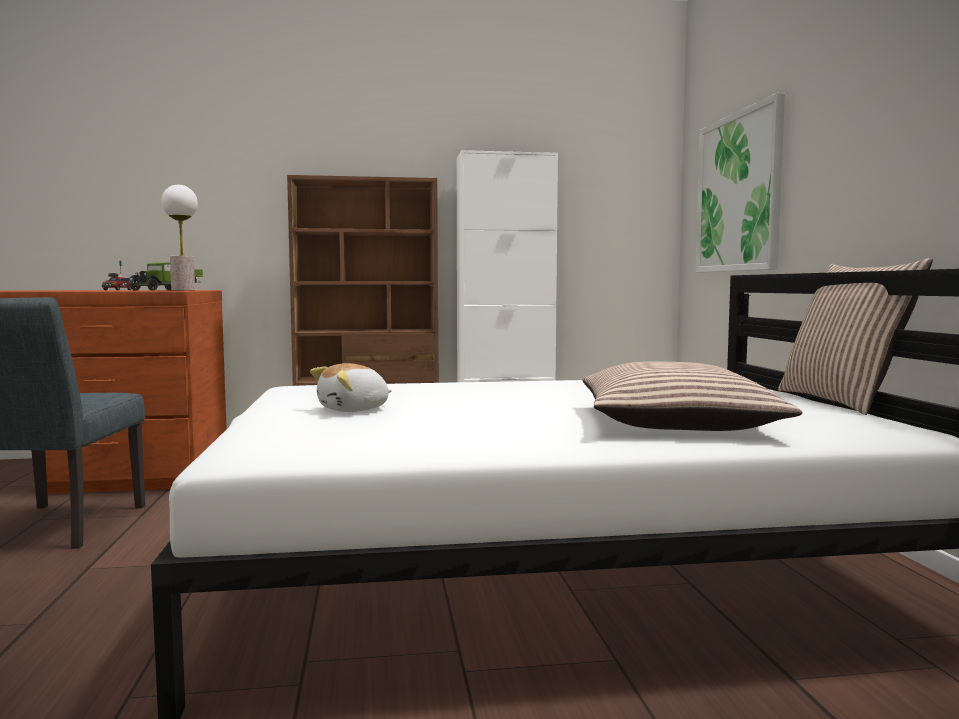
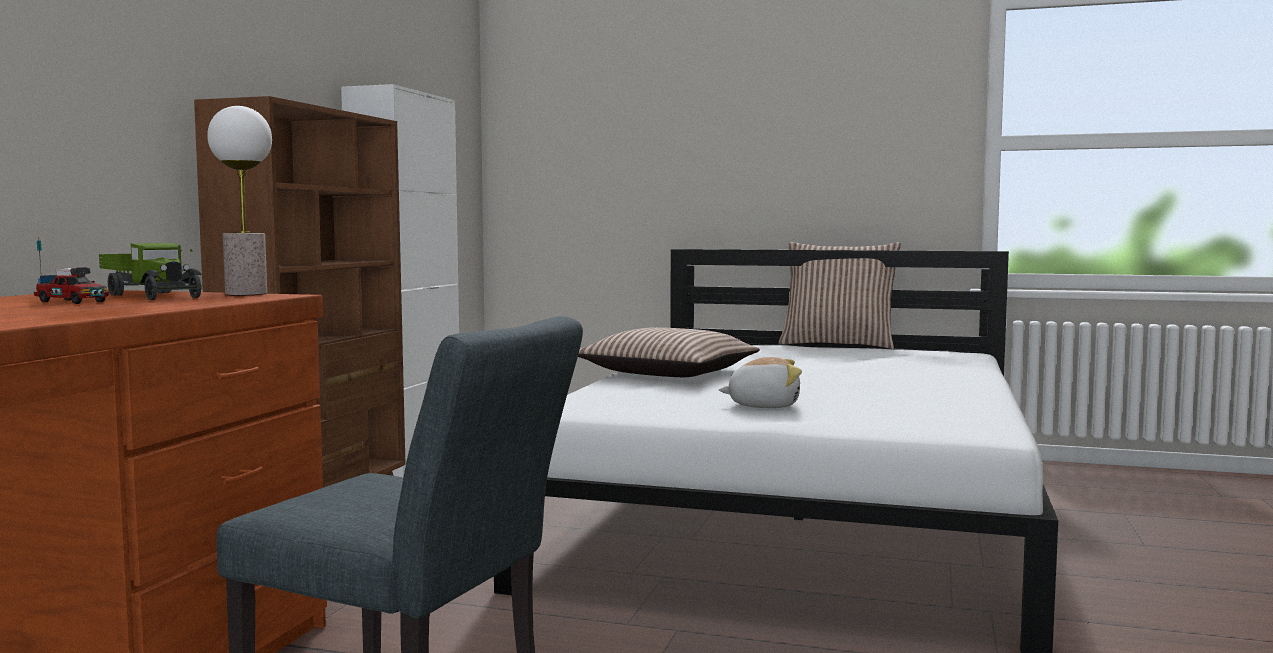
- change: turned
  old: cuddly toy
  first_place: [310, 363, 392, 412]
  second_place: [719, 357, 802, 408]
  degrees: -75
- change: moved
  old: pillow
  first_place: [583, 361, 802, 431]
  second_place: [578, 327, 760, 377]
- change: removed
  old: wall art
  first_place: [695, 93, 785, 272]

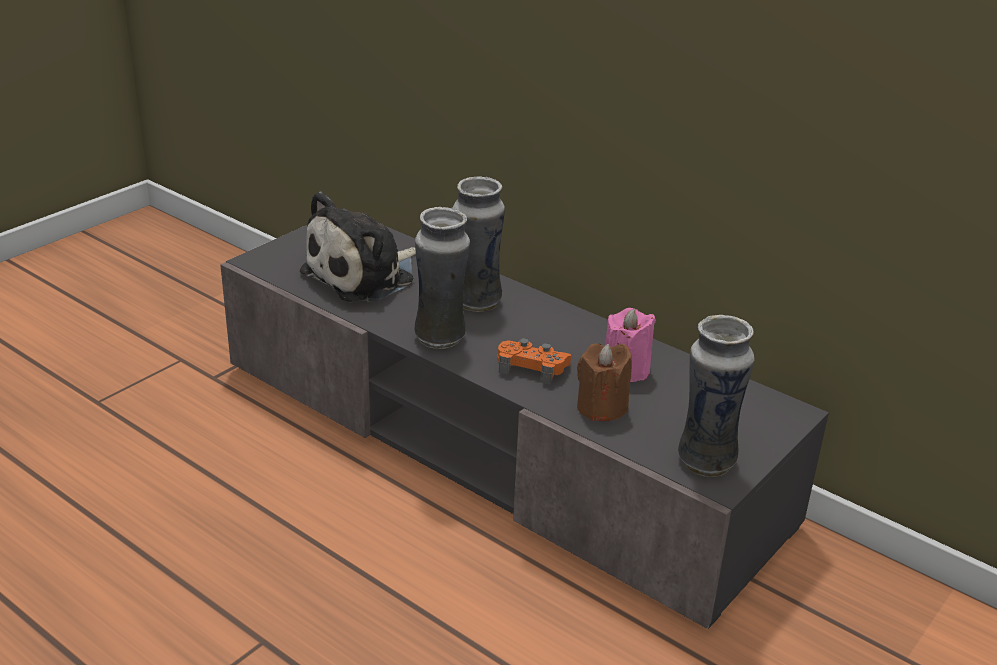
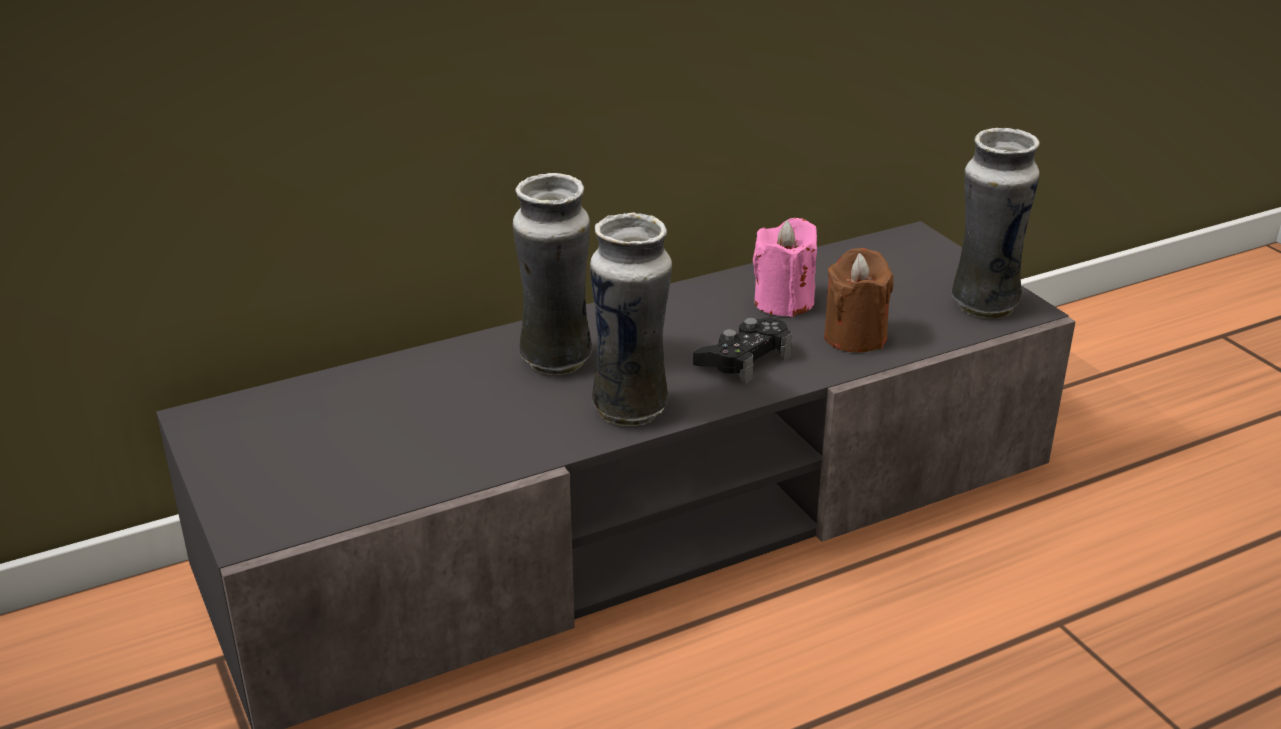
- change: removed
  old: cuddly toy
  first_place: [300, 191, 416, 302]
- change: recoloured
  old: orange gamepad
  new: blackish gamepad
  first_place: [497, 338, 571, 385]
  second_place: [693, 317, 792, 385]

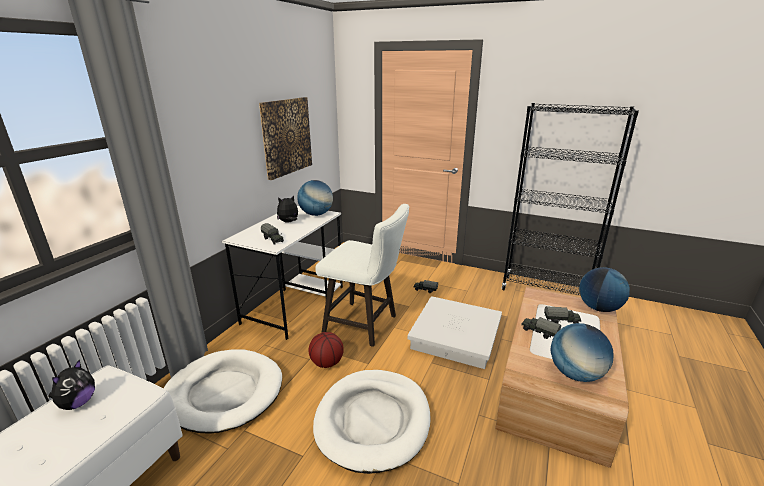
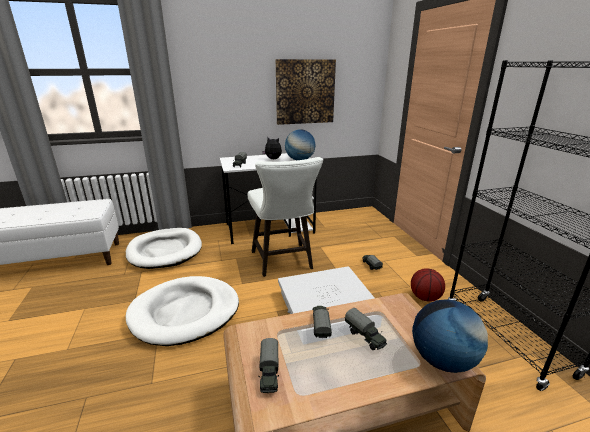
- change: removed
  old: cuddly toy
  first_place: [49, 359, 95, 410]
- change: moved
  old: basketball ball
  first_place: [309, 332, 344, 368]
  second_place: [411, 268, 445, 302]
- change: replaced
  old: desk globe
  new: toy lorry
  first_place: [550, 323, 613, 382]
  second_place: [258, 338, 279, 393]

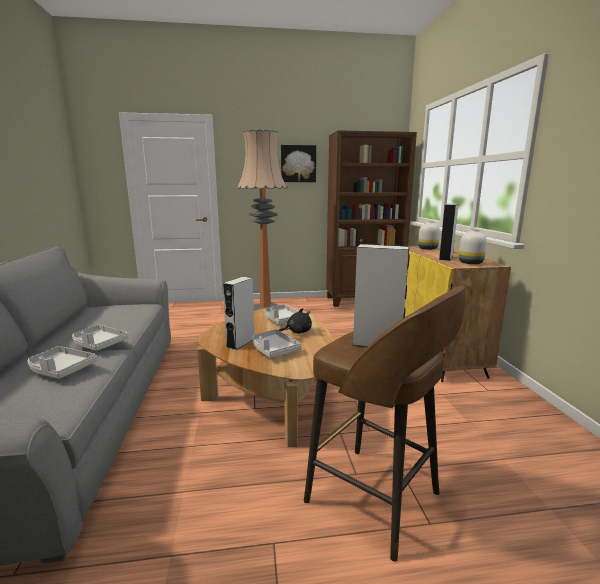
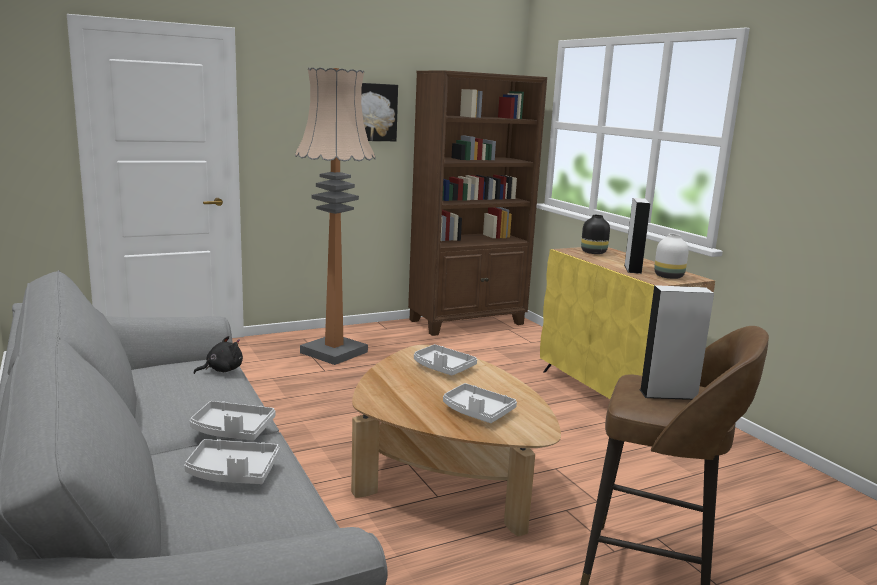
- change: removed
  old: gray speaker
  first_place: [223, 277, 254, 350]
- change: moved
  old: blackish cuddly toy
  first_place: [279, 308, 312, 334]
  second_place: [193, 336, 243, 374]
- change: recoloured
  old: white-coloured vase
  new: blackish vase
  first_place: [418, 221, 440, 250]
  second_place: [581, 215, 610, 254]

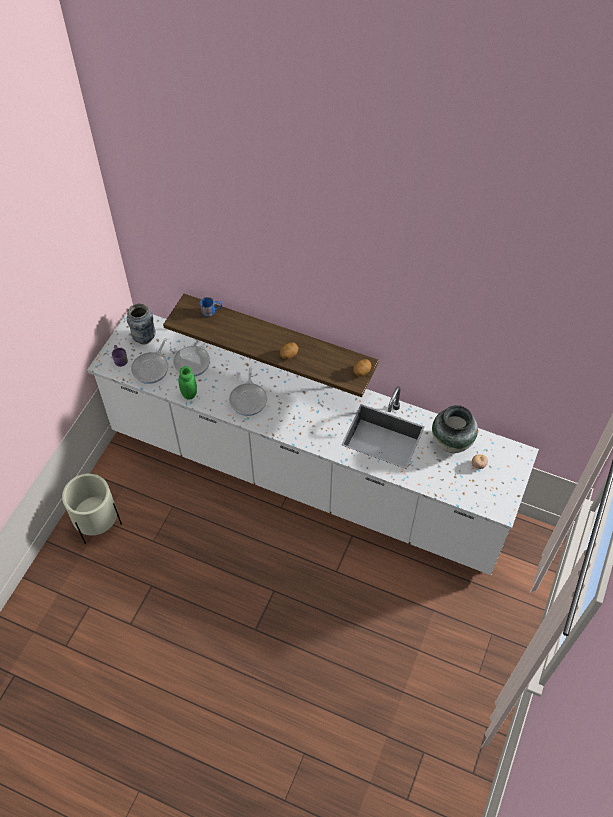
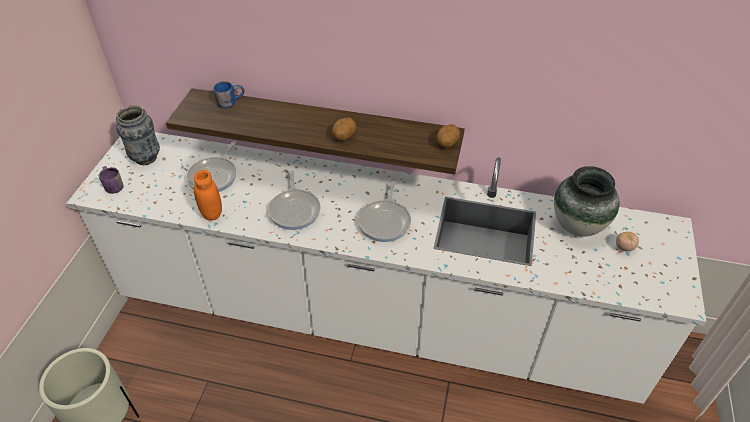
- change: moved
  old: pan
  first_place: [131, 338, 168, 384]
  second_place: [358, 181, 411, 242]
- change: recoloured
  old: green-coloured jar
  new: orange jar
  first_place: [178, 366, 197, 400]
  second_place: [194, 170, 222, 221]

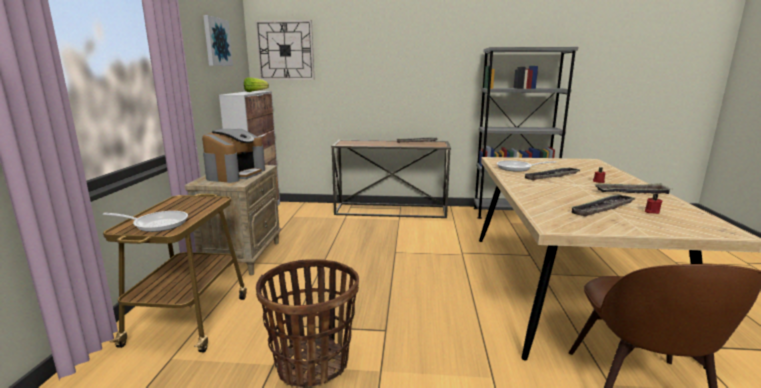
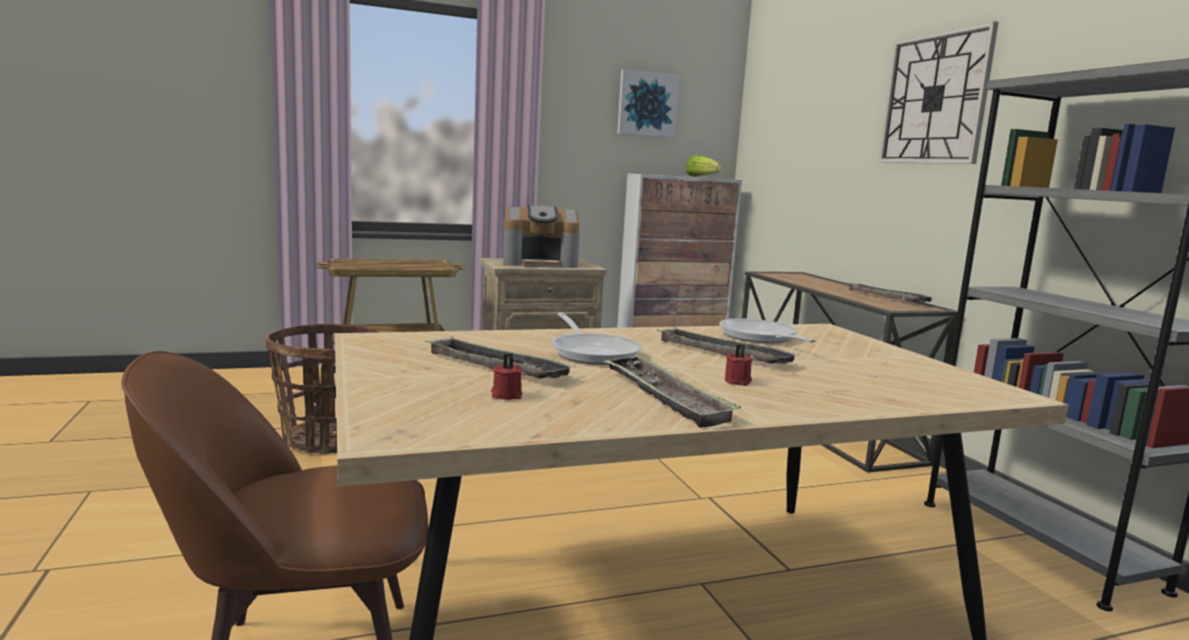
- change: moved
  old: pan
  first_place: [103, 211, 188, 232]
  second_place: [552, 313, 642, 365]
- change: moved
  old: clock on the wall
  first_place: [255, 20, 315, 80]
  second_place: [879, 21, 999, 164]

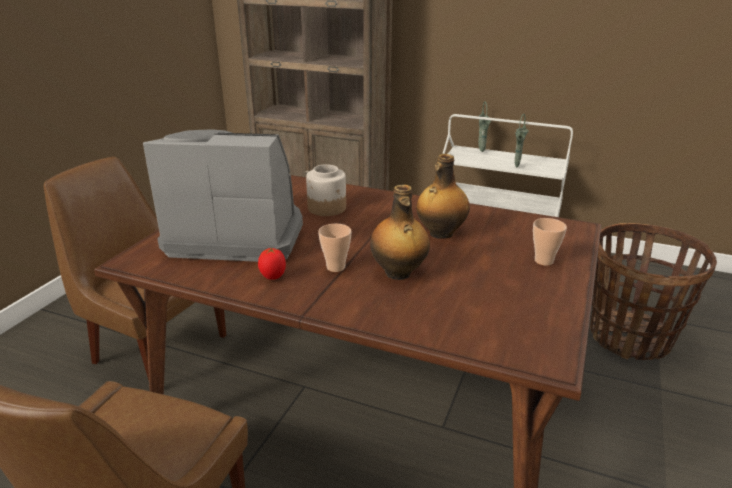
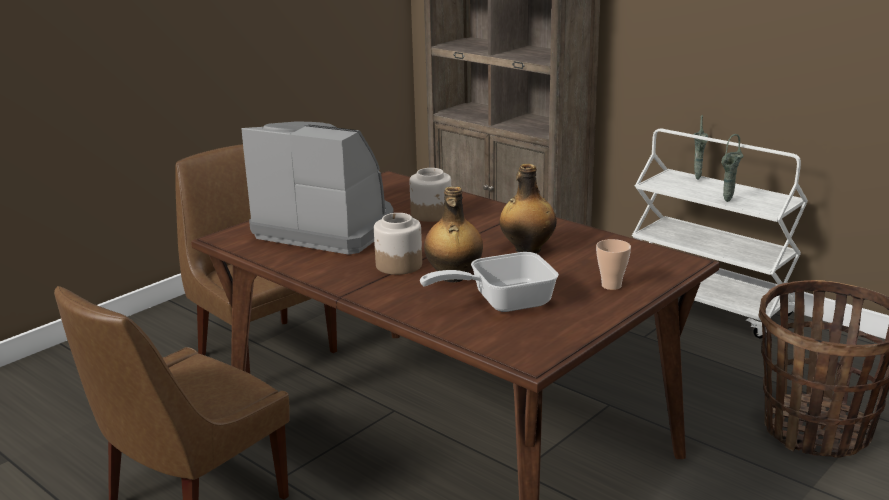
- change: removed
  old: tomato
  first_place: [258, 248, 286, 280]
- change: replaced
  old: cup
  new: jar
  first_place: [318, 224, 352, 272]
  second_place: [374, 213, 422, 275]
- change: added
  new: pan
  second_place: [420, 252, 559, 312]

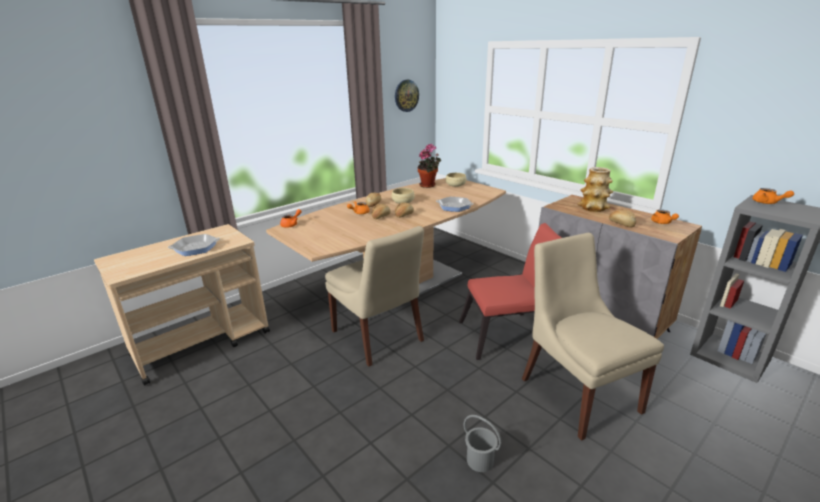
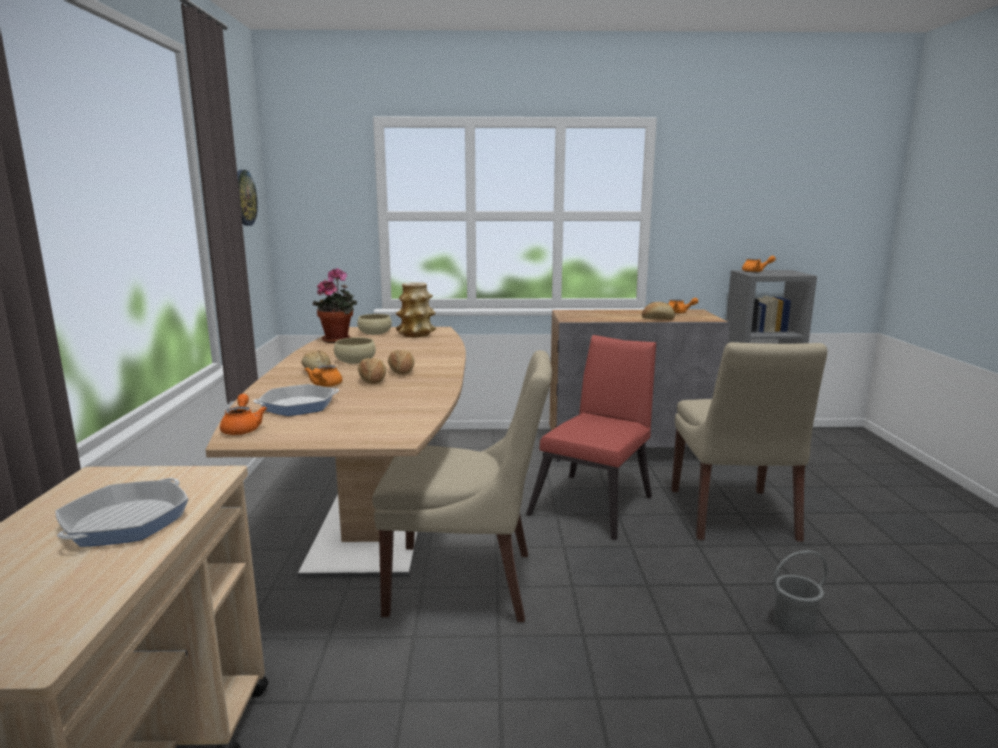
- change: moved
  old: pan
  first_place: [436, 197, 474, 212]
  second_place: [253, 384, 339, 416]
- change: turned
  old: beige plain chair
  first_place: [522, 233, 664, 441]
  second_place: [671, 342, 827, 542]
  degrees: -105
- change: moved
  old: vase
  first_place: [578, 167, 614, 212]
  second_place: [396, 282, 436, 337]

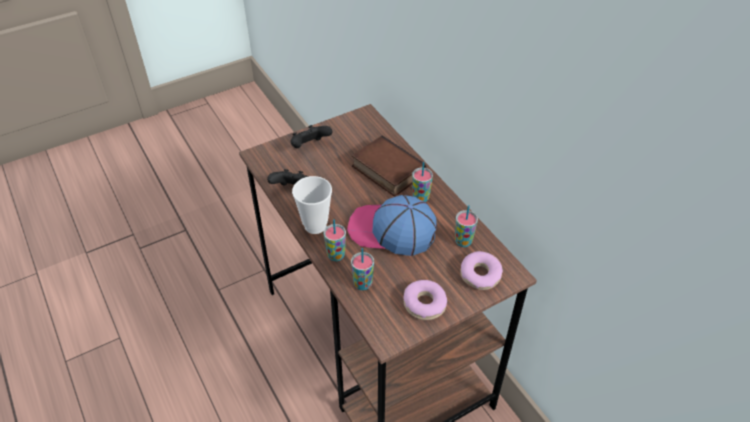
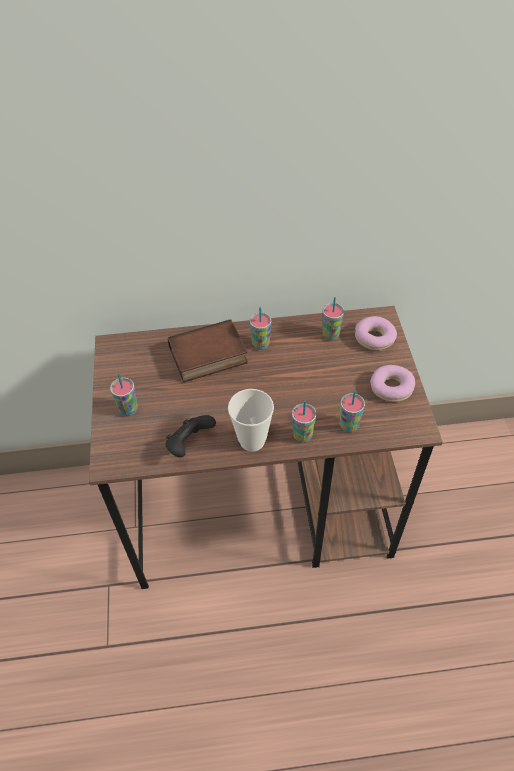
- change: replaced
  old: blackish gamepad
  new: cup
  first_place: [290, 125, 332, 148]
  second_place: [110, 374, 138, 416]
- change: removed
  old: peaked cap
  first_place: [347, 195, 437, 256]

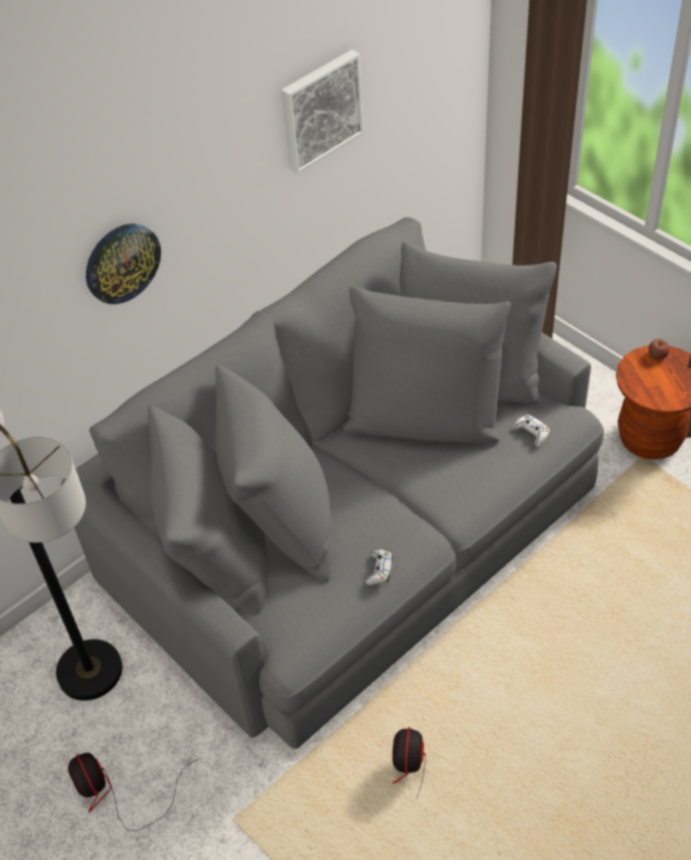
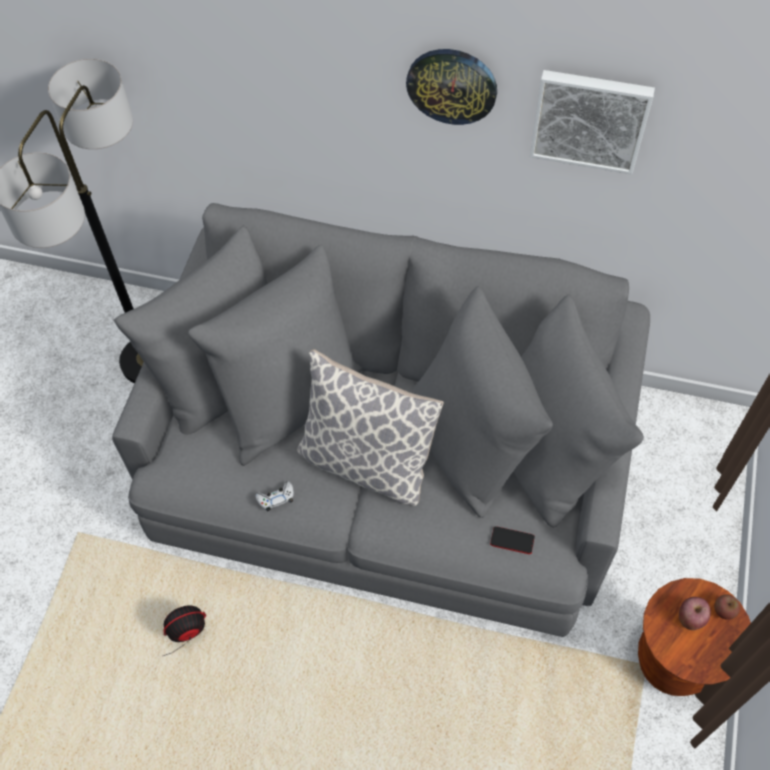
- change: removed
  old: fan
  first_place: [68, 753, 198, 831]
- change: moved
  old: clock on the wall
  first_place: [86, 223, 161, 304]
  second_place: [406, 49, 497, 125]
- change: replaced
  old: white-coloured gamepad
  new: handset
  first_place: [513, 415, 549, 447]
  second_place: [490, 526, 535, 554]
- change: added
  new: pillow
  second_place: [297, 349, 444, 506]
- change: added
  new: apple fruit
  second_place: [679, 597, 711, 630]

